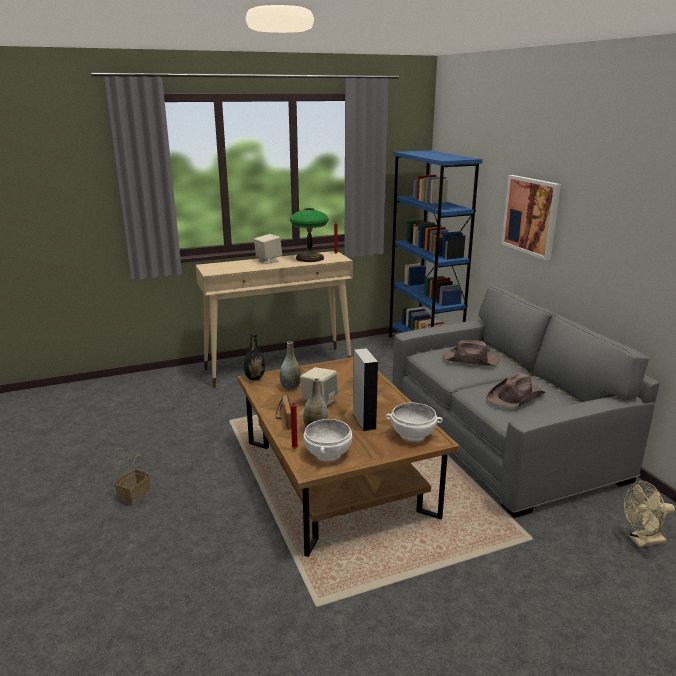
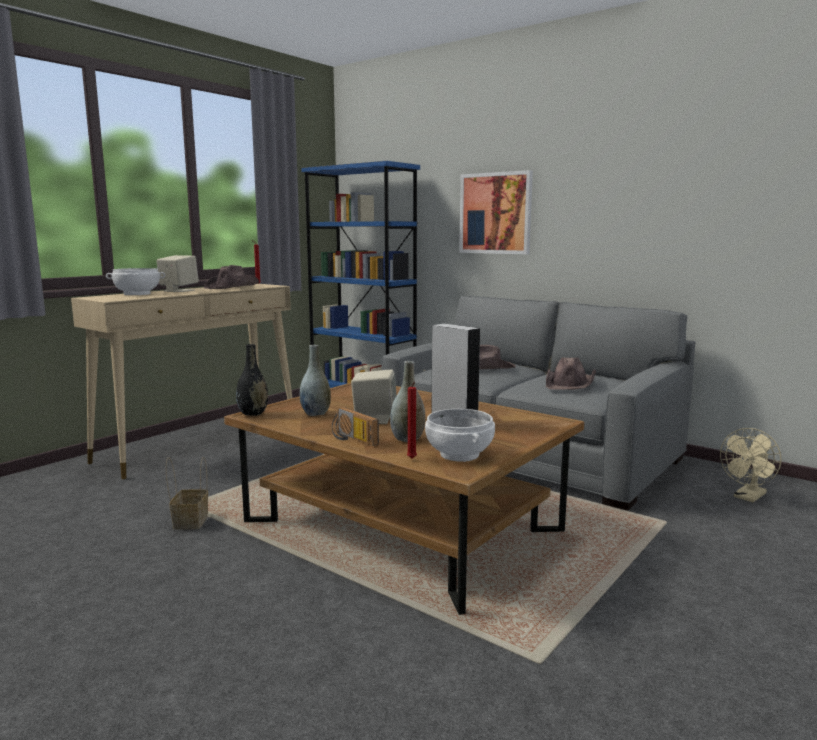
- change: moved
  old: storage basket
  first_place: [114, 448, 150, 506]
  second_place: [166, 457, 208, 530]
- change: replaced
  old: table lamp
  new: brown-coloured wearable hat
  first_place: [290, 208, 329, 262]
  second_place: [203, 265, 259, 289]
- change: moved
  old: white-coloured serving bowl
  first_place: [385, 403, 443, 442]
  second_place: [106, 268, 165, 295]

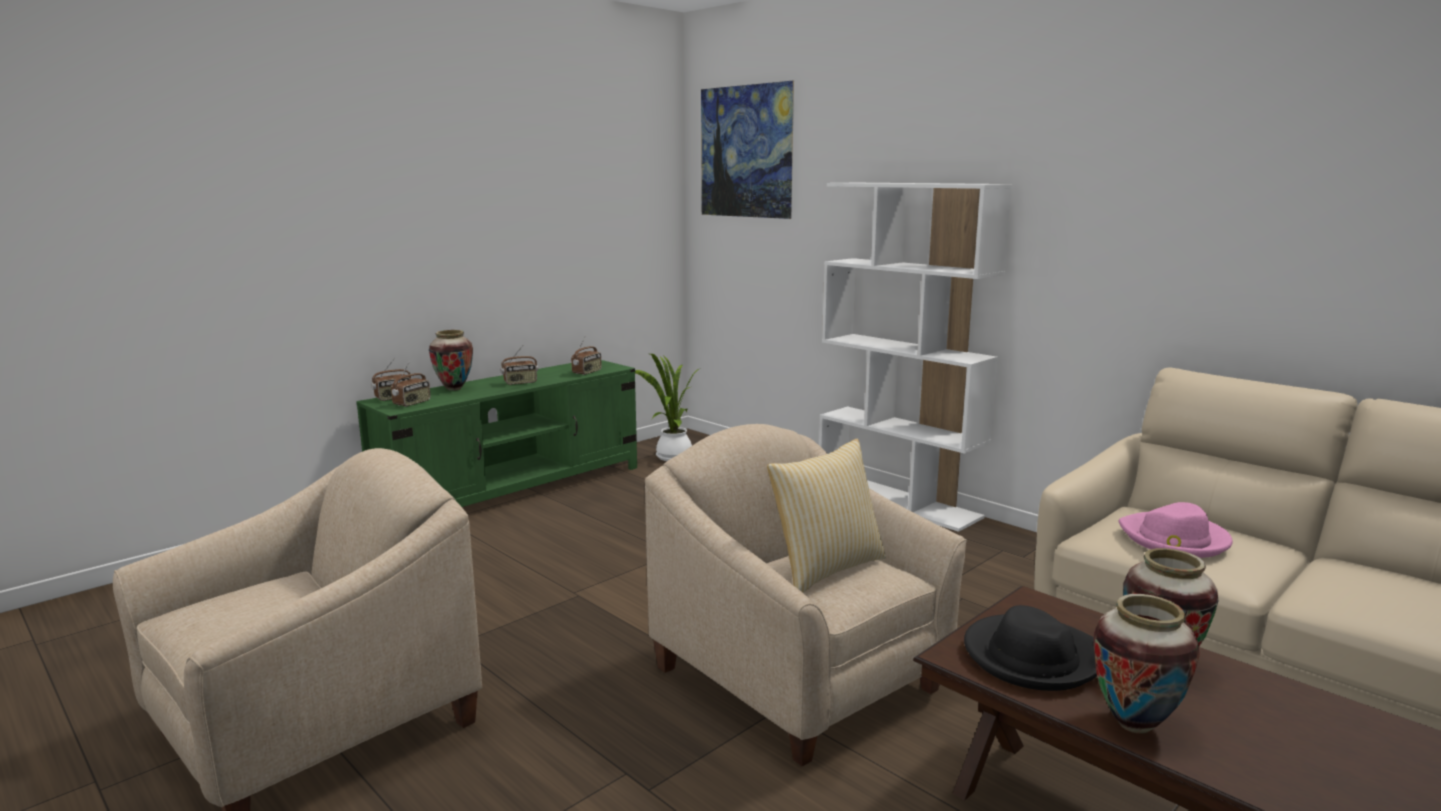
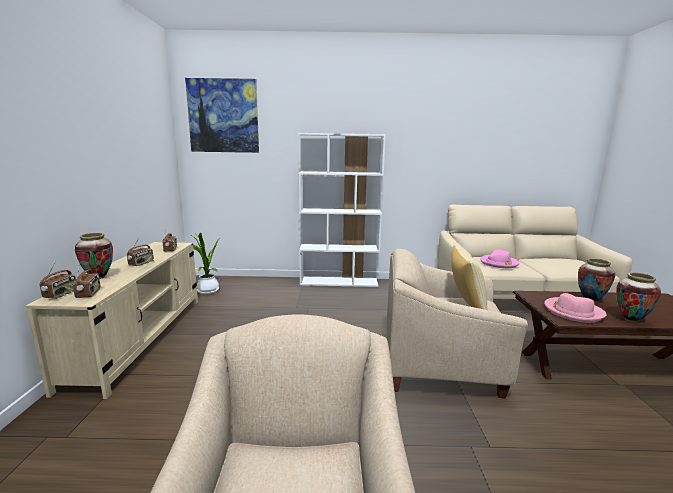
- change: recoloured
  old: green-coloured media console
  new: beige media console
  first_place: [356, 360, 637, 507]
  second_place: [26, 242, 198, 399]
- change: recoloured
  old: blackish wearable hat
  new: pink wearable hat
  first_place: [964, 605, 1097, 691]
  second_place: [544, 293, 607, 323]

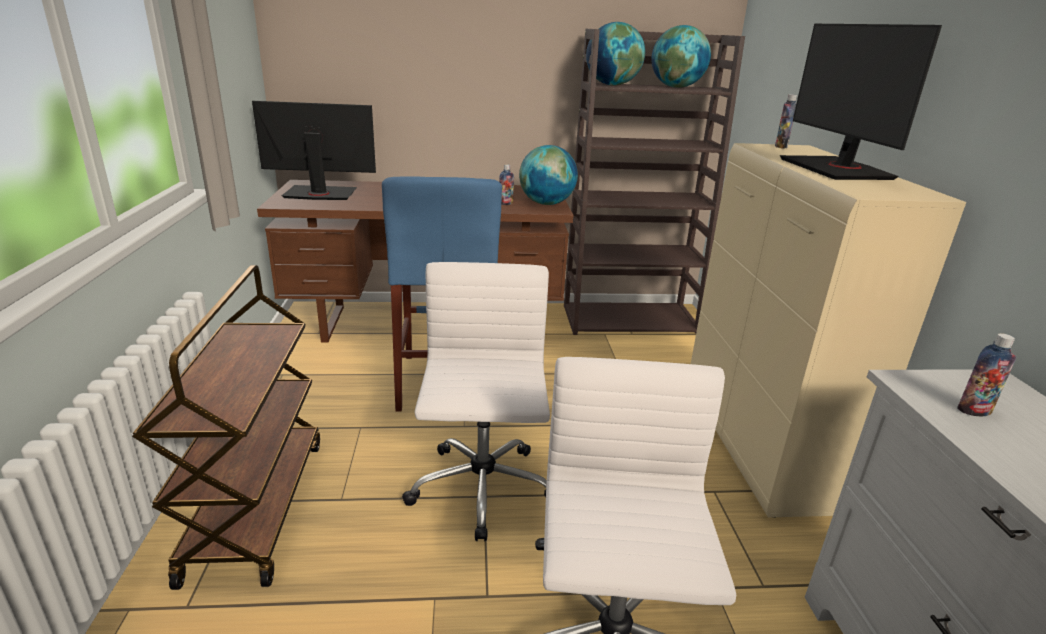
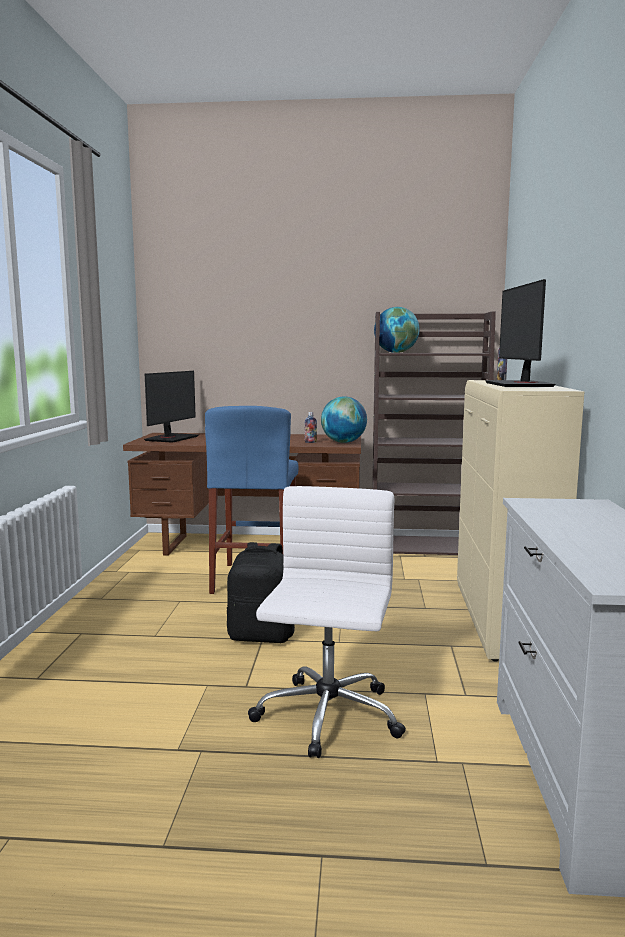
- change: removed
  old: brown-coloured cart
  first_place: [132, 265, 320, 590]
- change: turned
  old: computer display
  first_place: [252, 101, 376, 200]
  second_place: [144, 371, 199, 443]
  degrees: 105
- change: replaced
  old: white-coloured computer chair
  new: blackish knapsack
  first_place: [402, 262, 550, 541]
  second_place: [227, 542, 295, 643]
- change: removed
  old: desk globe
  first_place: [651, 25, 711, 88]
- change: removed
  old: drink bottle
  first_place: [957, 333, 1016, 416]

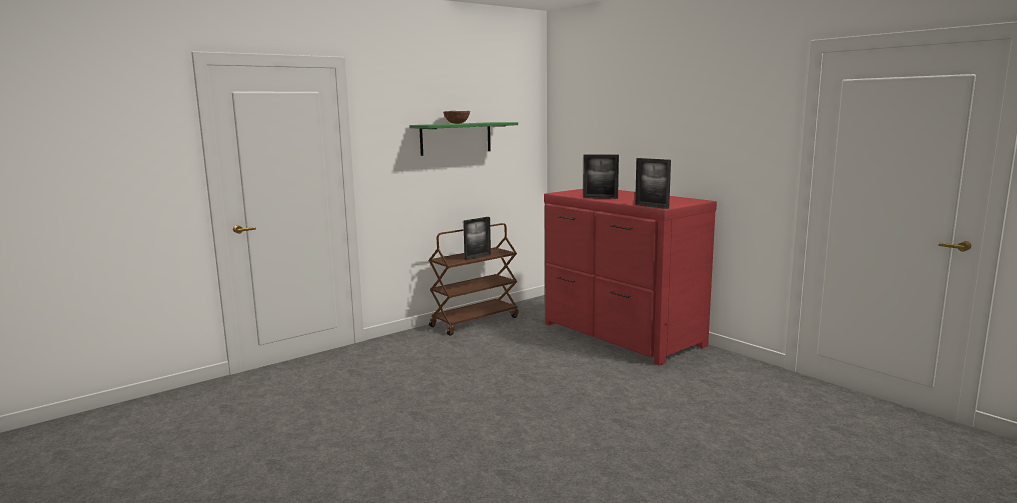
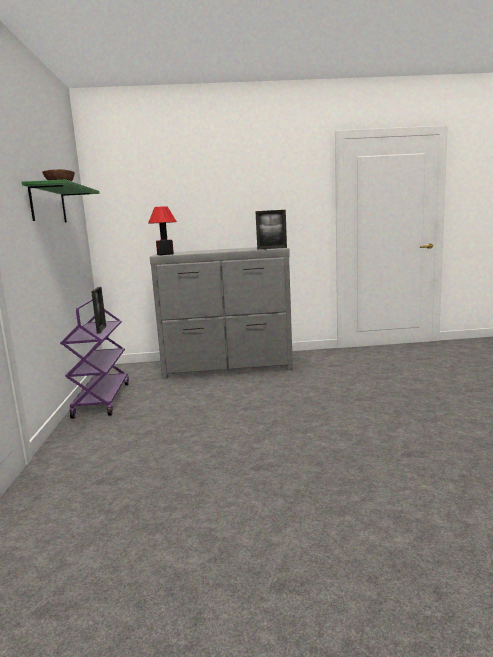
- change: recoloured
  old: brown-coloured cart
  new: purple-coloured cart
  first_place: [429, 223, 519, 336]
  second_place: [60, 299, 129, 419]
- change: recoloured
  old: red-coloured dresser
  new: gray dresser
  first_place: [544, 189, 717, 366]
  second_place: [150, 247, 293, 379]
- change: removed
  old: picture frame
  first_place: [583, 155, 619, 199]
- change: added
  new: table lamp
  second_place: [148, 206, 177, 255]

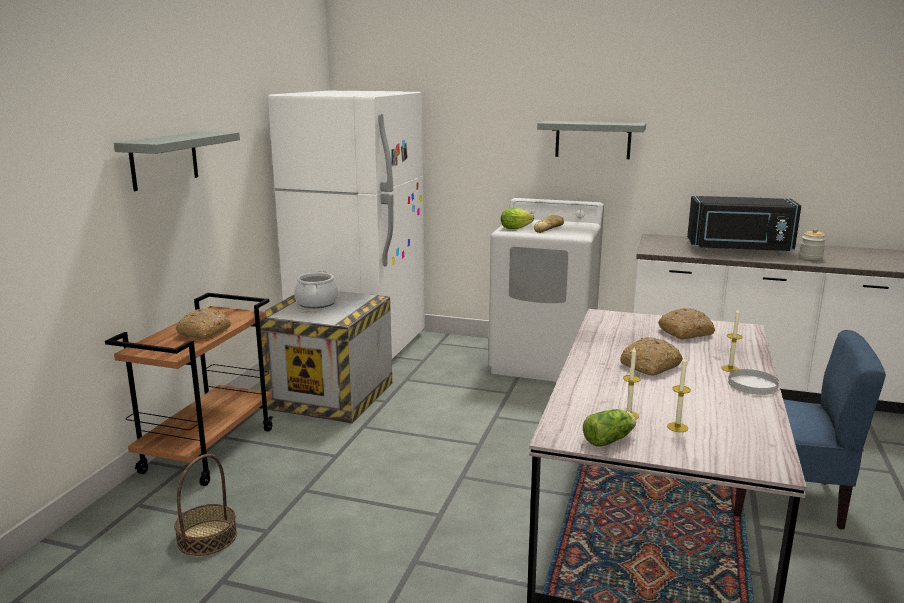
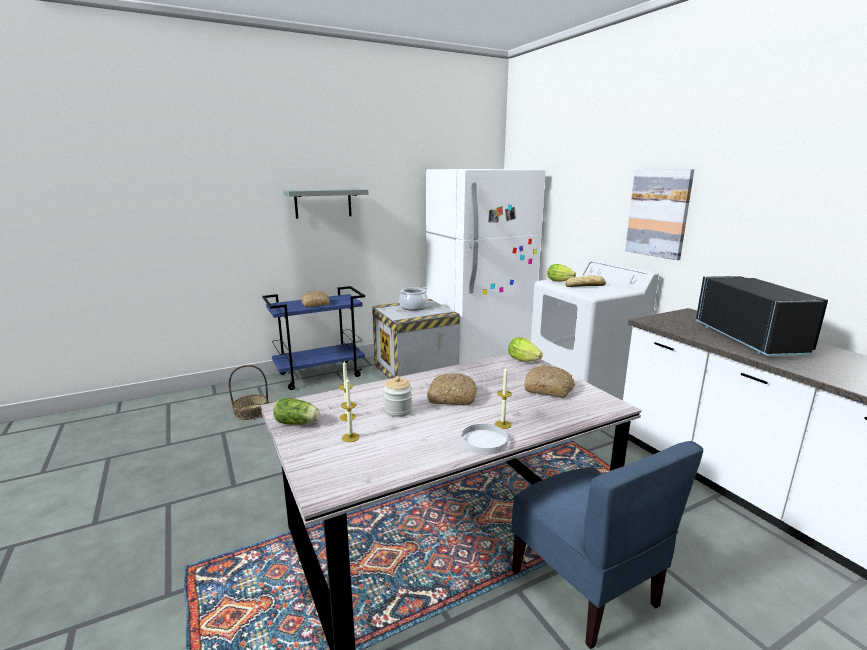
- change: recoloured
  old: brown-coloured cart
  new: blue cart
  first_place: [105, 293, 273, 486]
  second_place: [262, 286, 365, 390]
- change: replaced
  old: gray wall shelf
  new: wall art
  first_place: [537, 121, 646, 159]
  second_place: [625, 169, 694, 260]
- change: turned
  old: blackish kitchen microwave
  first_place: [687, 196, 801, 253]
  second_place: [696, 276, 828, 356]
  degrees: -150
- change: moved
  old: jar
  first_place: [800, 228, 826, 260]
  second_place: [384, 376, 412, 417]
- change: added
  new: head of lettuce
  second_place: [508, 337, 543, 362]

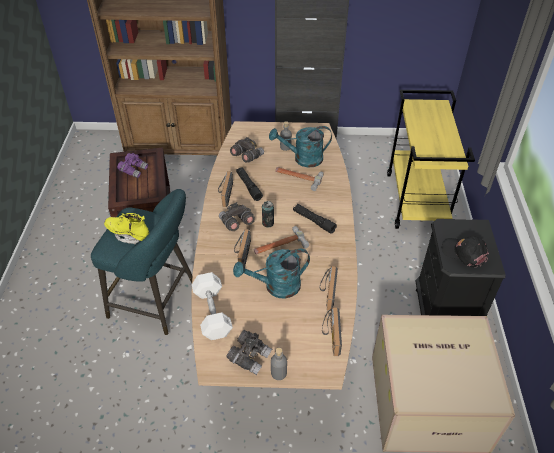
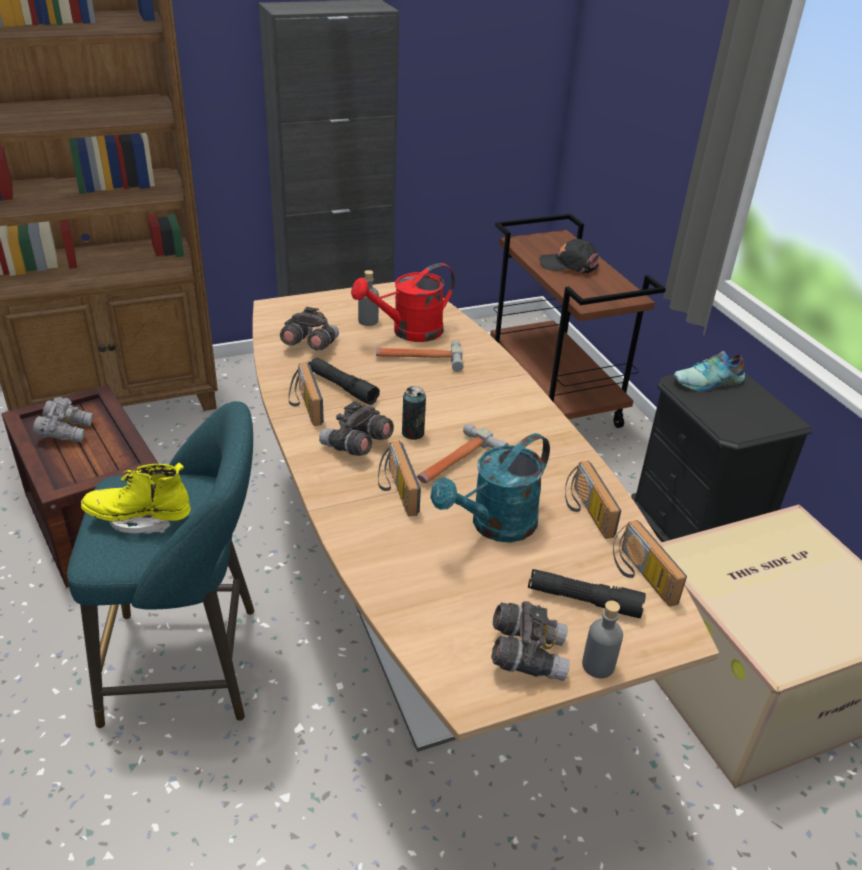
- change: recoloured
  old: purple-coloured field glasses
  new: gray field glasses
  first_place: [117, 153, 148, 178]
  second_place: [33, 397, 93, 443]
- change: removed
  old: white-coloured free weight
  first_place: [192, 272, 233, 340]
- change: recoloured
  old: turquoise watering can
  new: red-coloured watering can
  first_place: [269, 126, 332, 167]
  second_place: [351, 263, 455, 342]
- change: moved
  old: blackish flashlight
  first_place: [293, 204, 337, 234]
  second_place: [528, 569, 646, 618]
- change: recoloured
  old: yellow-coloured cart
  new: brown-coloured cart
  first_place: [387, 90, 475, 229]
  second_place: [490, 214, 666, 428]
- change: moved
  old: blackish peaked cap
  first_place: [442, 236, 489, 268]
  second_place: [539, 239, 600, 274]
- change: added
  new: shoe
  second_place: [673, 351, 745, 392]

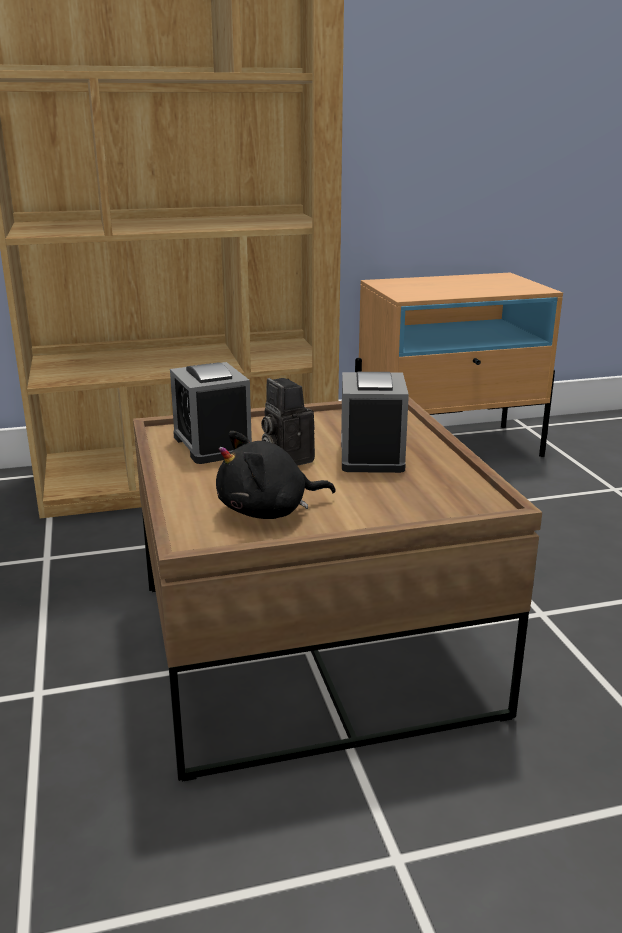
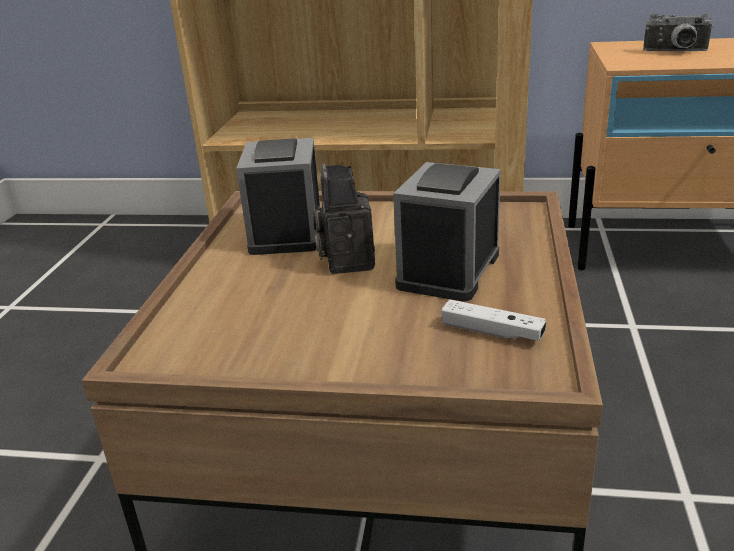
- change: removed
  old: blackish cuddly toy
  first_place: [216, 431, 336, 519]
- change: added
  new: white-coloured gamepad
  second_place: [441, 300, 546, 341]
- change: added
  new: photo camera
  second_place: [643, 14, 713, 51]

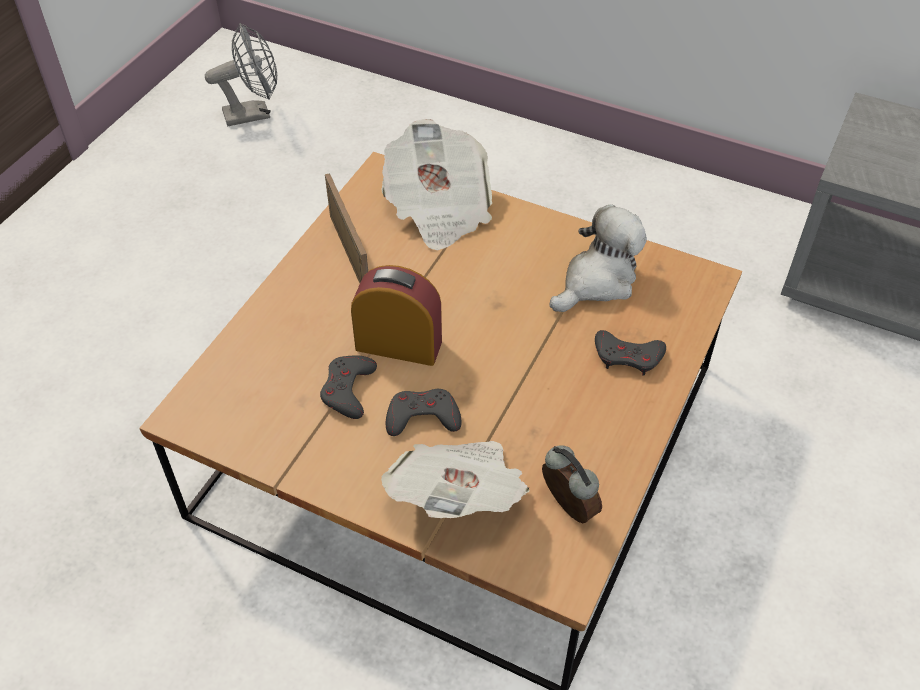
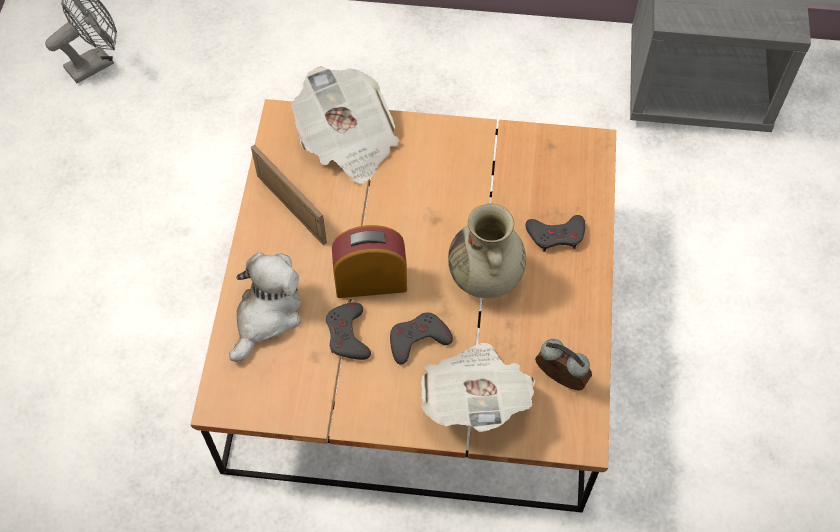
- change: moved
  old: cuddly toy
  first_place: [549, 204, 647, 312]
  second_place: [229, 252, 300, 362]
- change: added
  new: beige vase
  second_place: [448, 204, 526, 298]

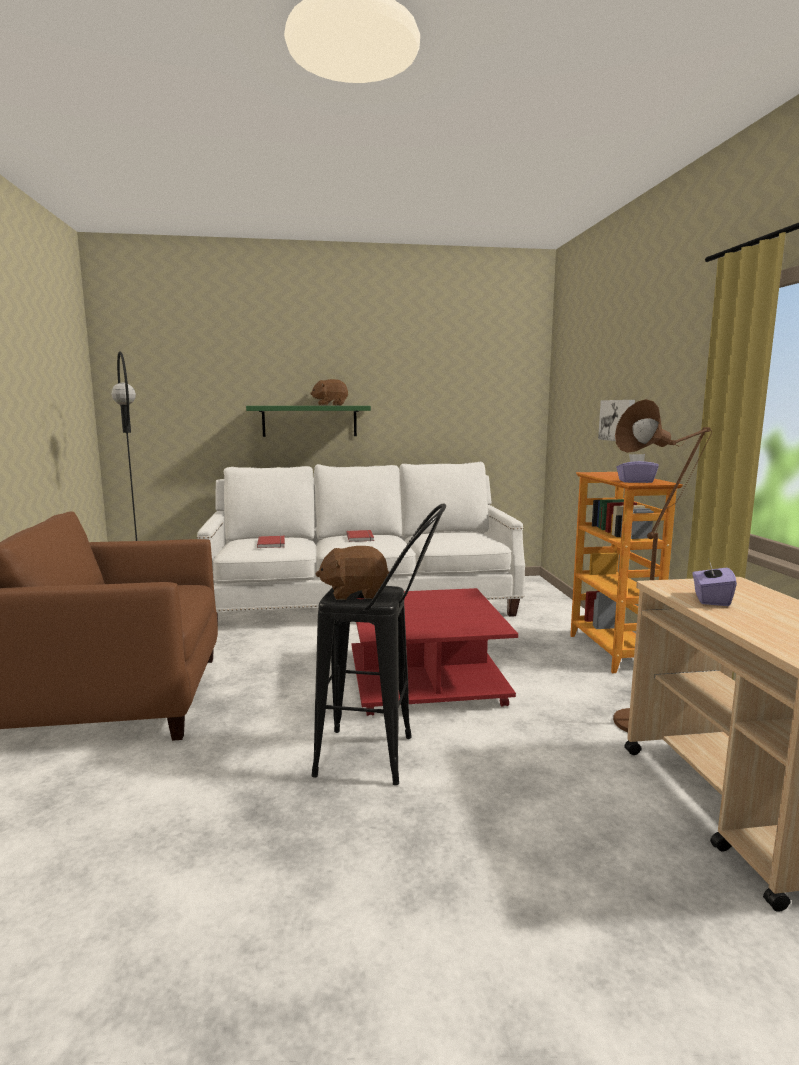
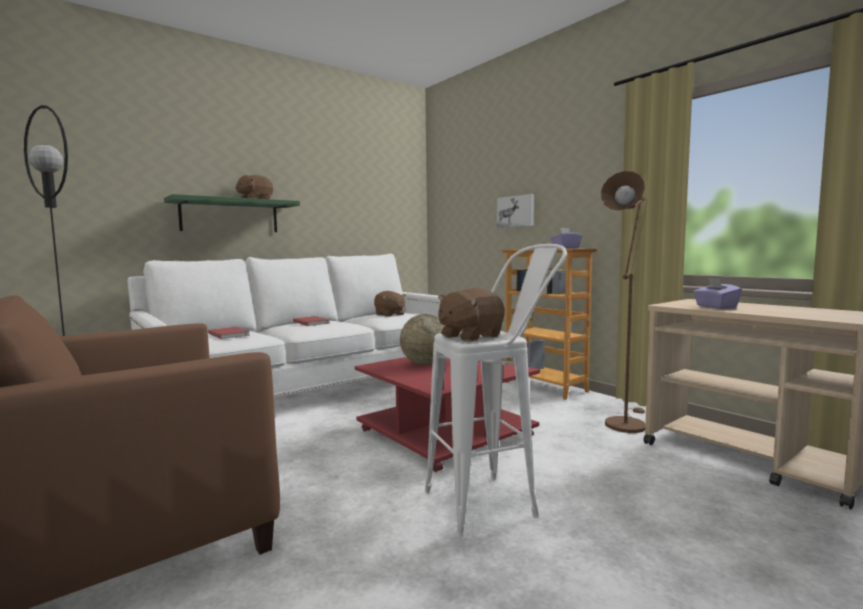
- change: recoloured
  old: blackish stool
  new: white-coloured stool
  first_place: [312, 503, 446, 785]
  second_place: [425, 244, 567, 536]
- change: added
  new: brown-coloured cuddly toy
  second_place: [374, 291, 406, 317]
- change: added
  new: desk globe
  second_place: [400, 314, 445, 365]

